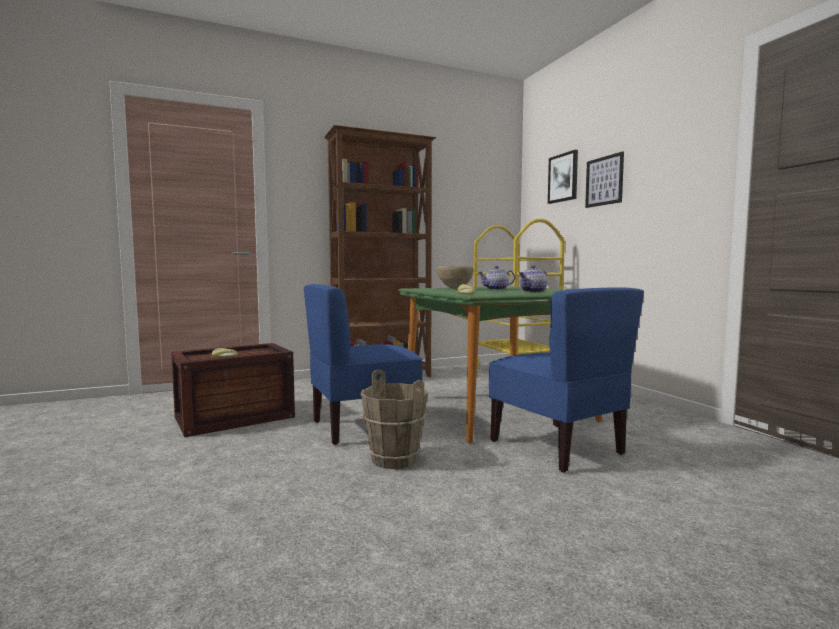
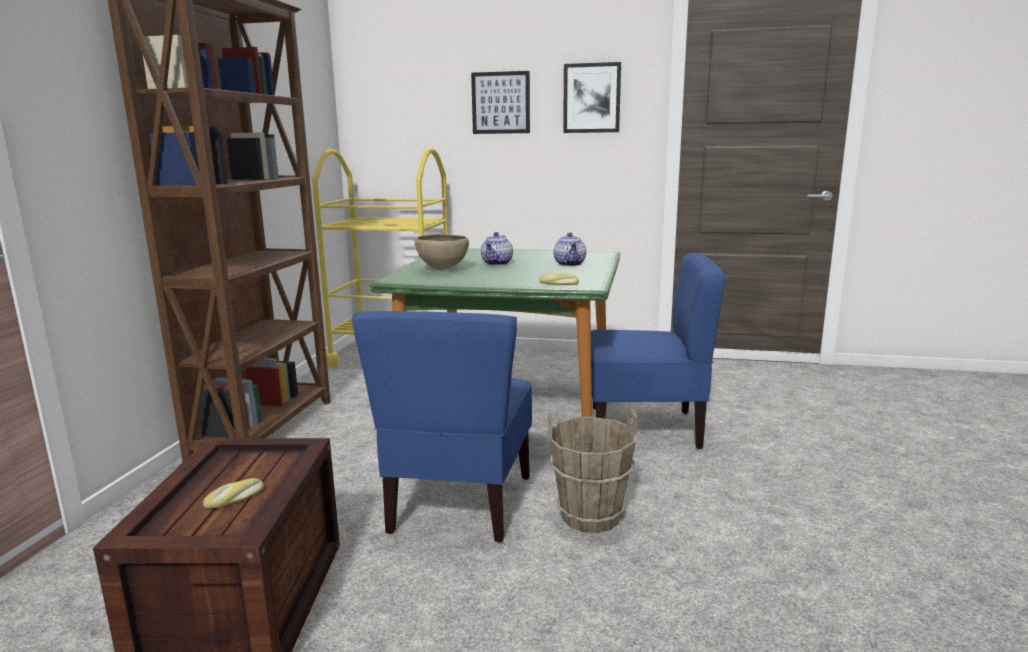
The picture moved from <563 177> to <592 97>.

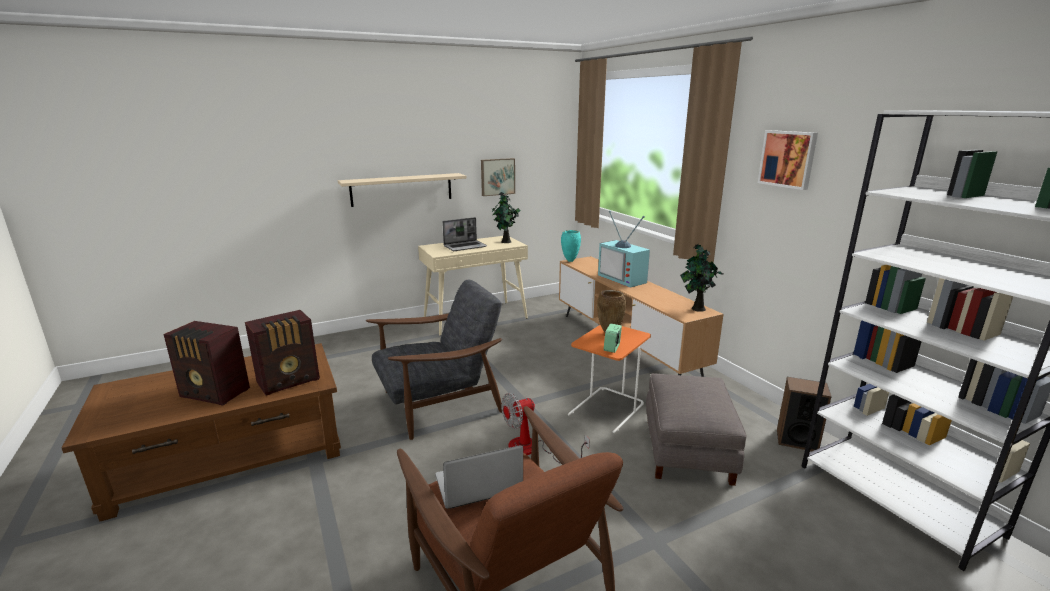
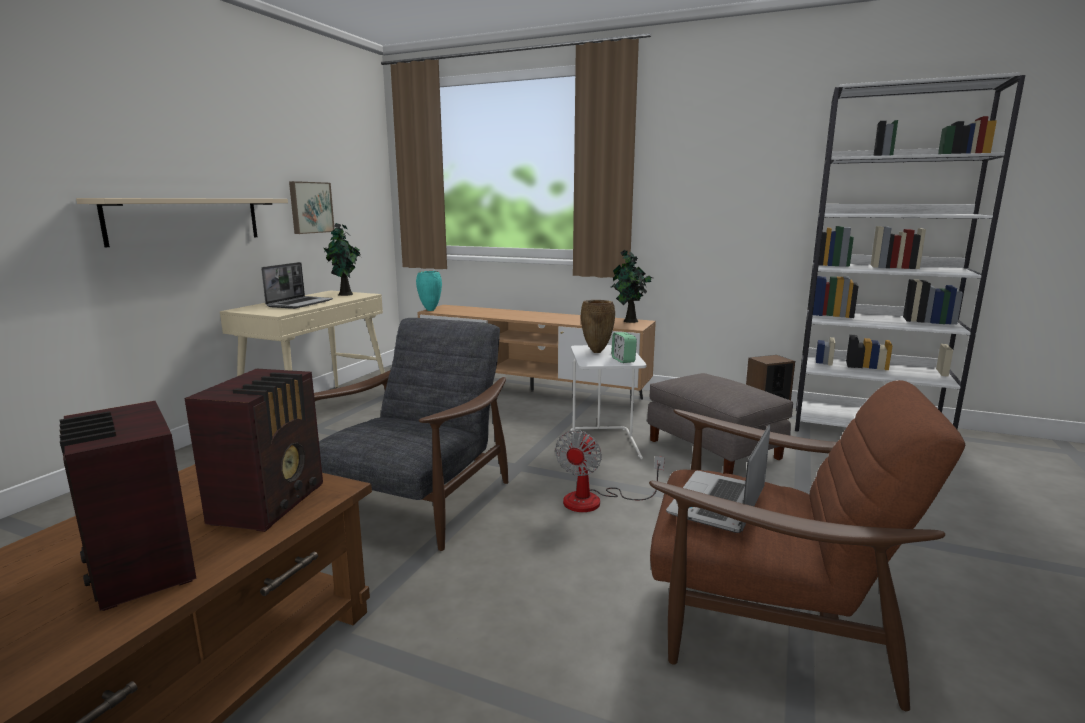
The radio at <206 363> turned 75 degrees clockwise.
The side table in orange at <609 379> became the side table in white at <608 402>.
The television at <624 249> disappeared.
The picture at <788 160> disappeared.

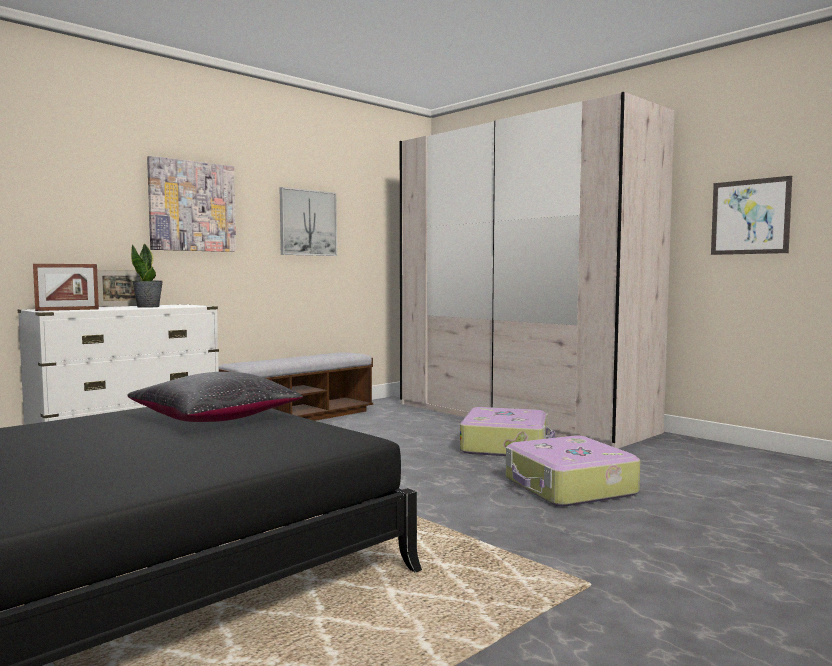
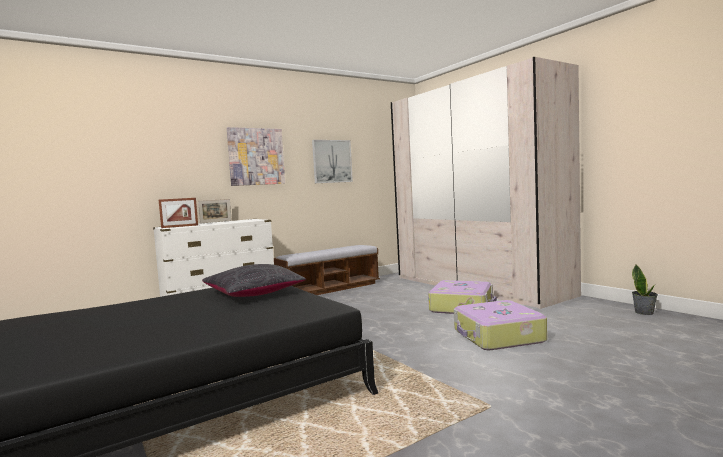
The potted plant moved from <147 275> to <645 290>.
The picture at <751 215> disappeared.

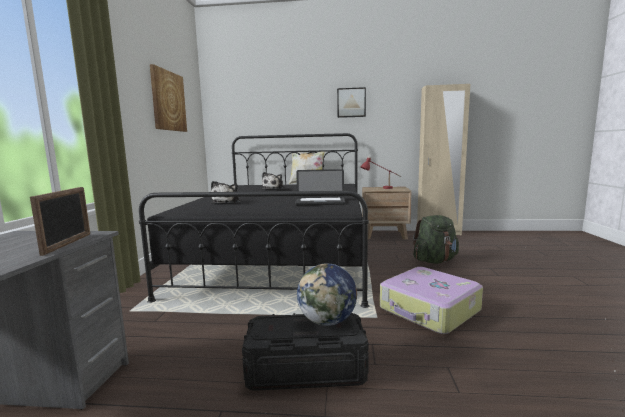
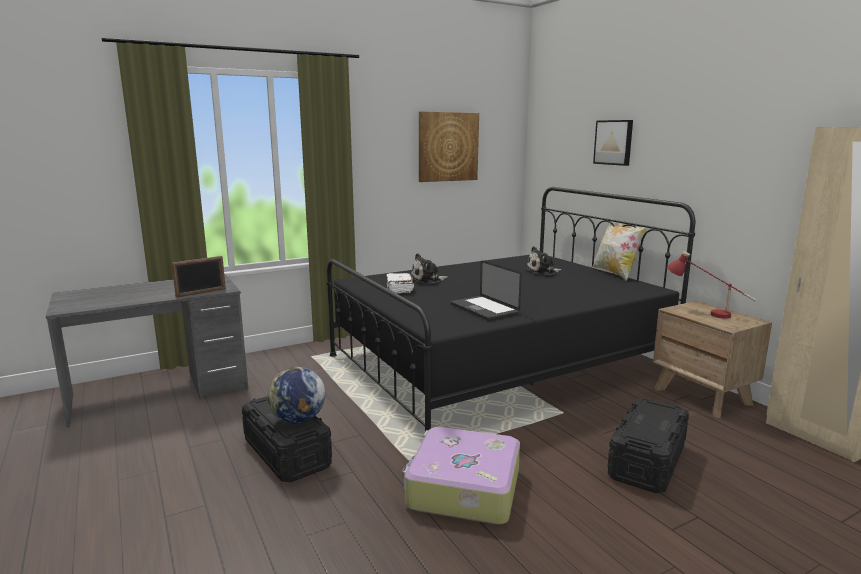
The book in white at <400 283> appeared.
The picture moved from <351 102> to <613 143>.
The backpack in green at <436 239> was replaced by the storage box in black at <648 445>.

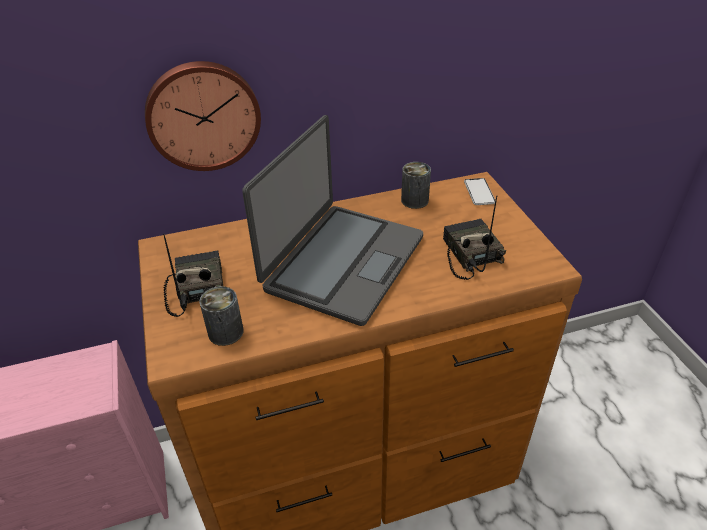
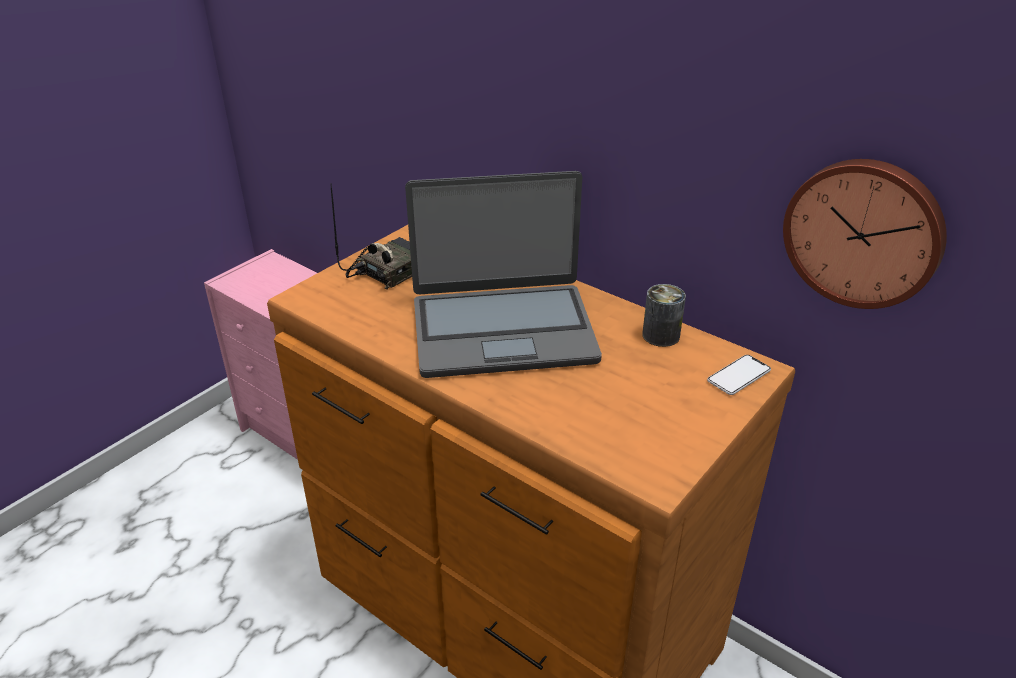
The wall clock moved from <203 116> to <865 234>.
The can at <221 316> disappeared.
The radio at <474 238> disappeared.

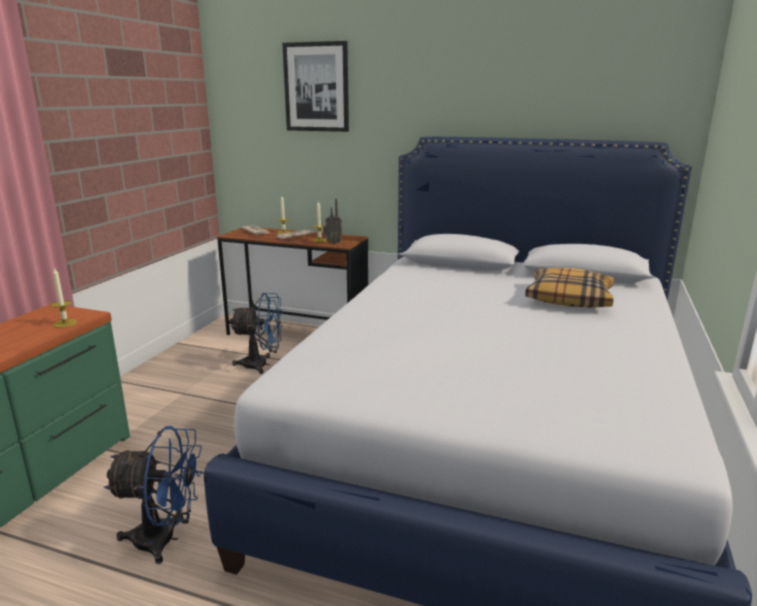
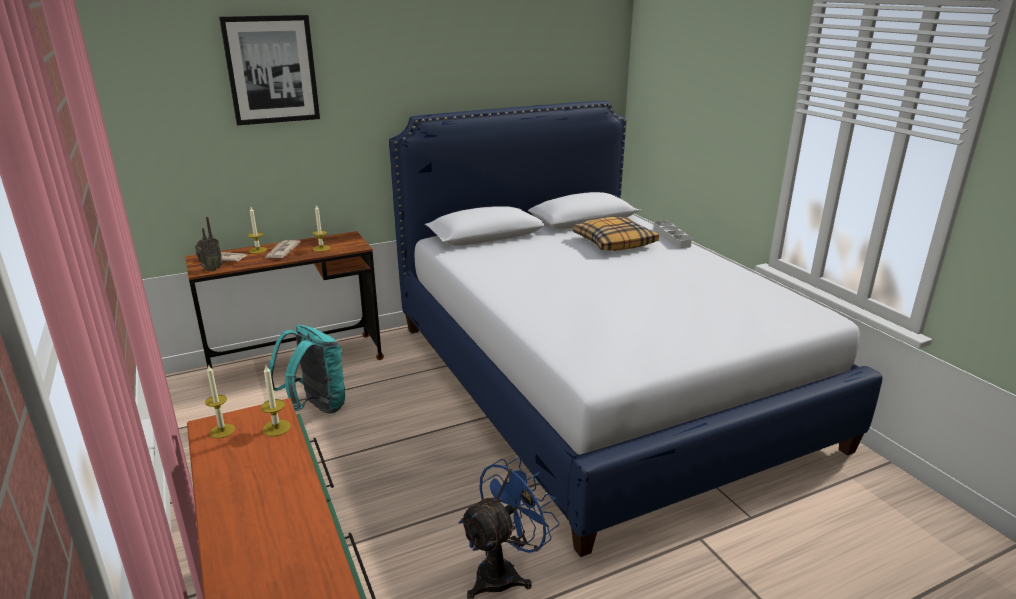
The radio moved from <332 221> to <209 244>.
The candle at <220 401> appeared.
The fan in blue at <256 333> was replaced by the backpack in turquoise at <307 369>.
The tray in grey at <673 234> appeared.

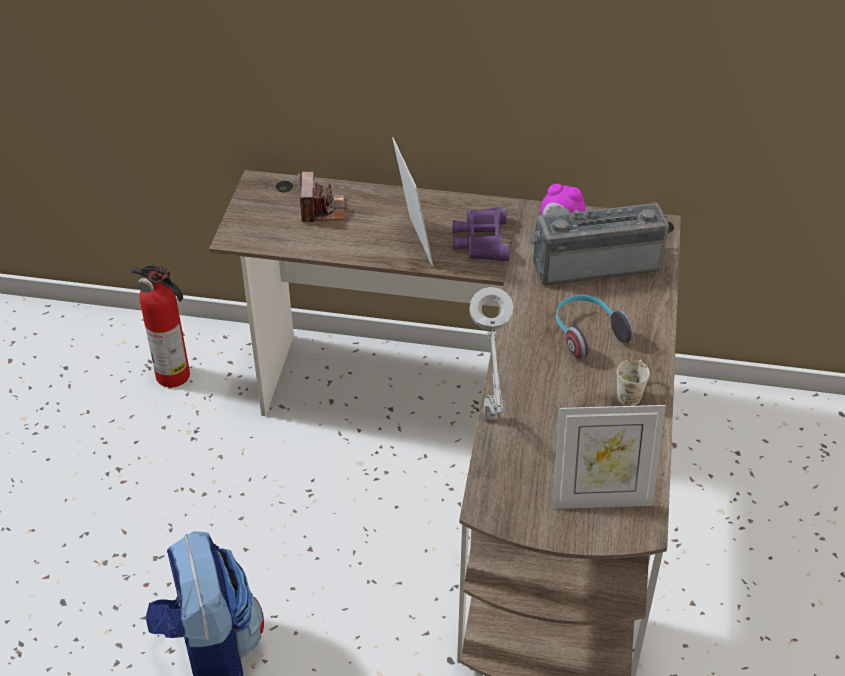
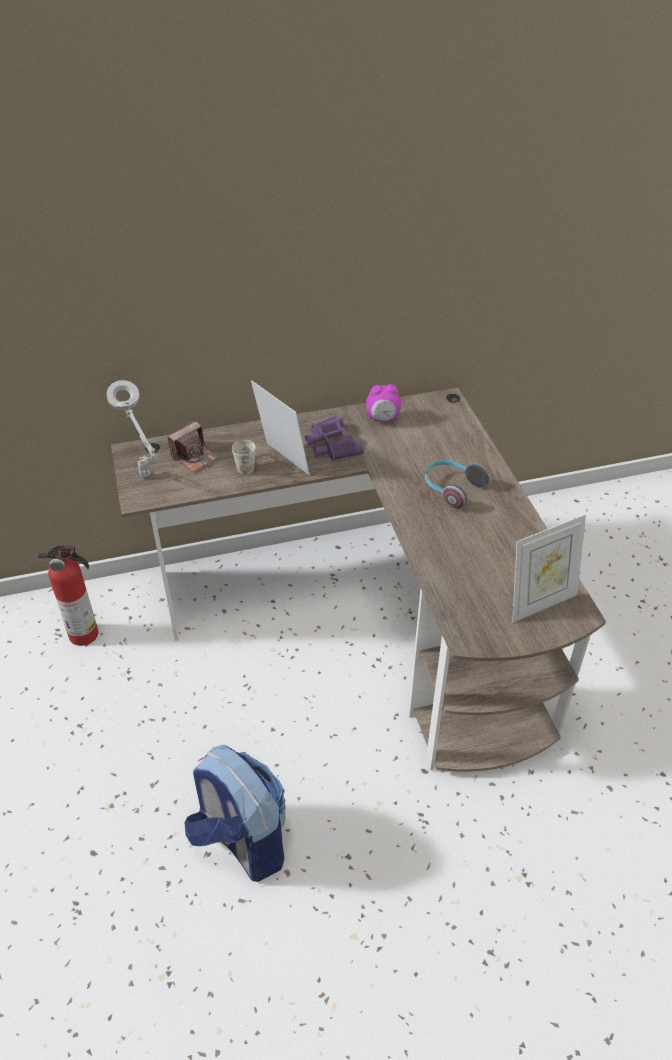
The table lamp in grey moved from <491 353> to <132 429>.
The photo camera at <321 198> turned 75 degrees clockwise.
The mug in white moved from <633 382> to <244 457>.
The radio at <599 243> disappeared.

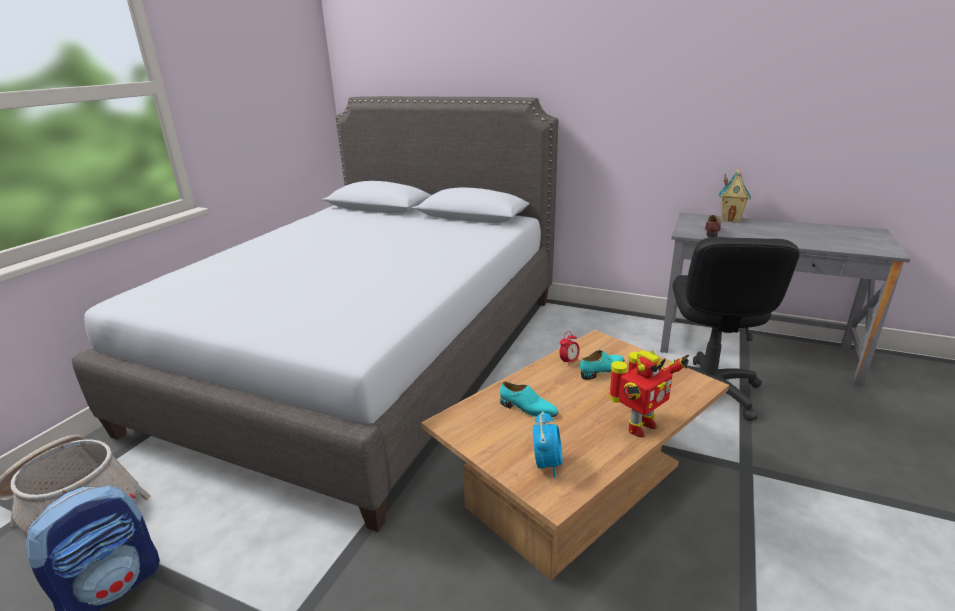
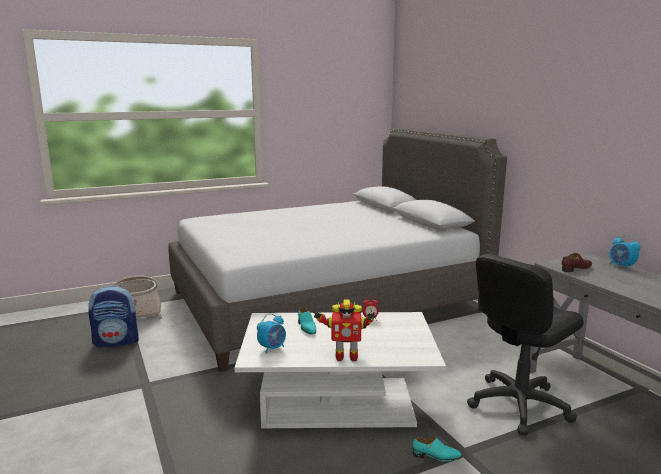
The coffee table in brown at <575 455> became the coffee table in white at <340 370>.
The shoe in turquoise moved from <602 365> to <437 449>.
The toy house at <734 196> was replaced by the alarm clock at <625 252>.

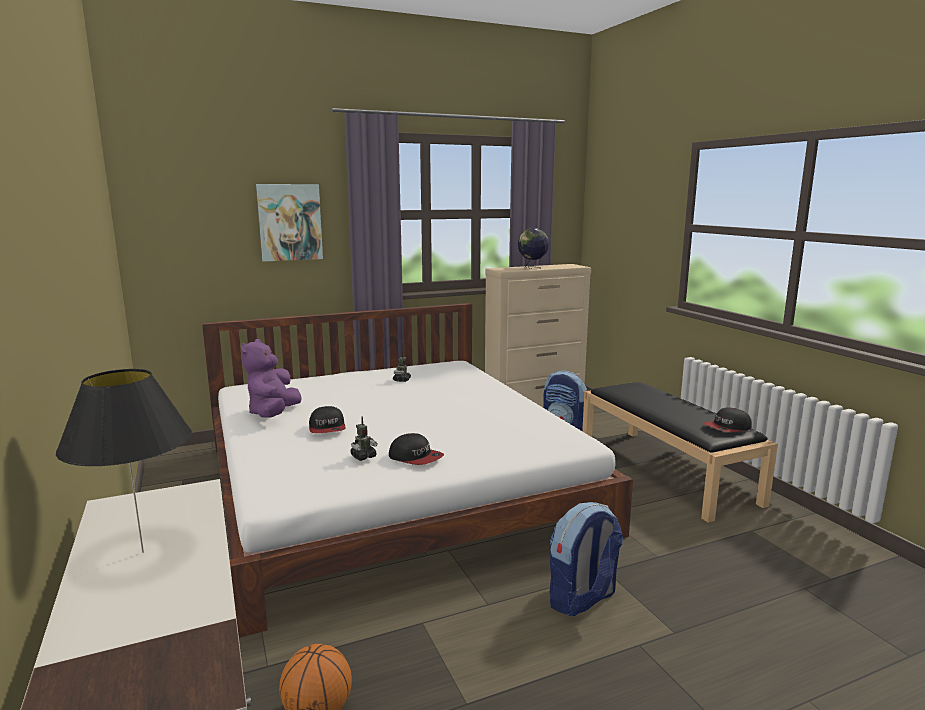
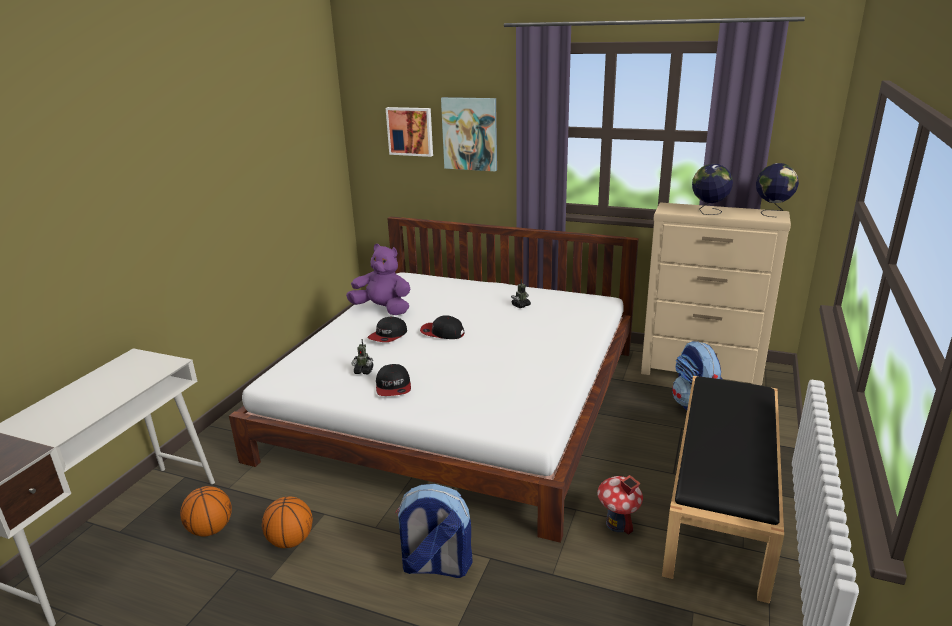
The basketball at <287 522> appeared.
The plush toy in purple at <271 378> turned 60 degrees clockwise.
The picture at <409 132> appeared.
The cap moved from <727 419> to <442 327>.
The toy house at <620 505> appeared.
The globe at <777 190> appeared.
The table lamp in black at <124 461> disappeared.

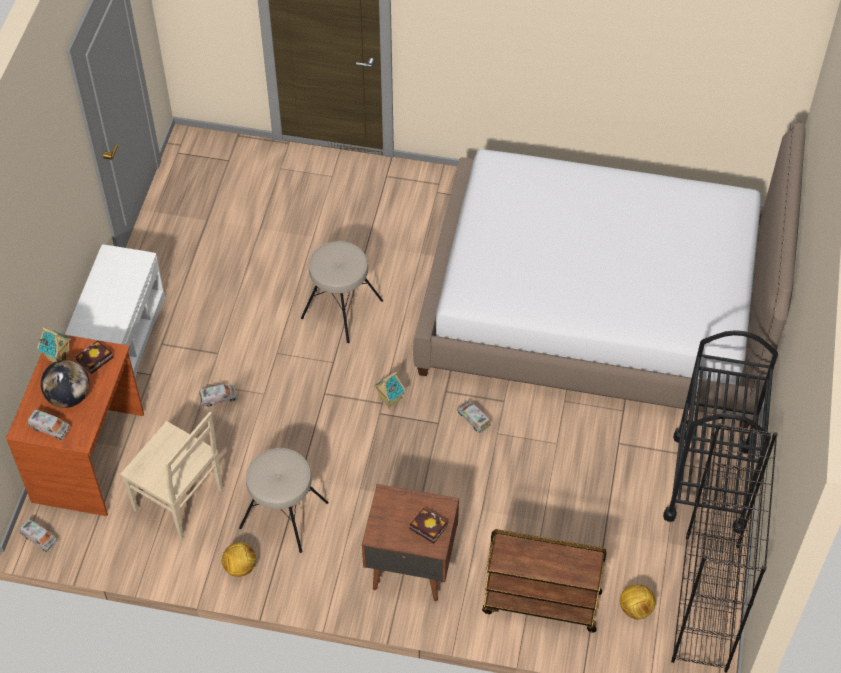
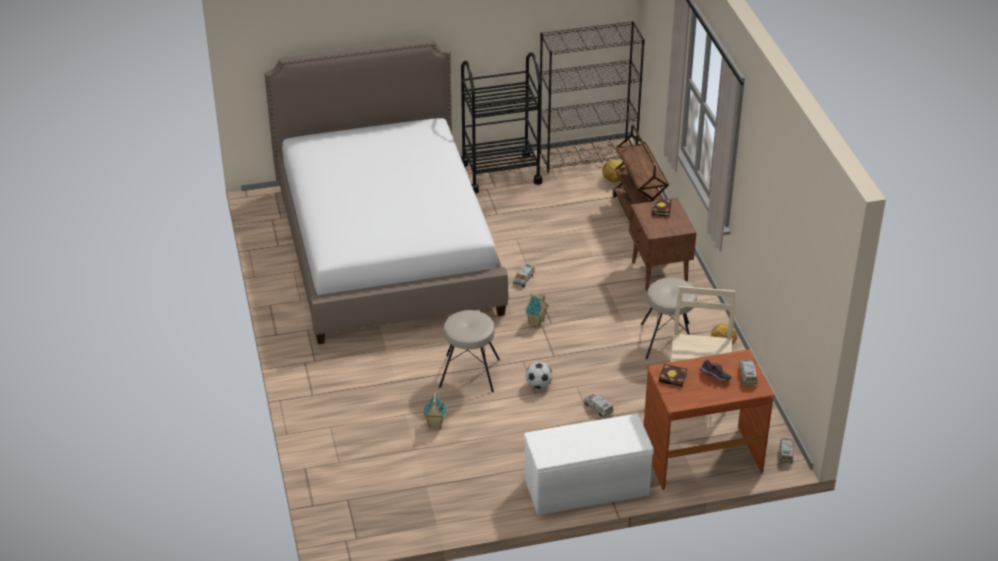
The toy house moved from <54 344> to <435 410>.
The football at <539 375> appeared.
The globe at <65 384> was replaced by the shoe at <716 371>.

